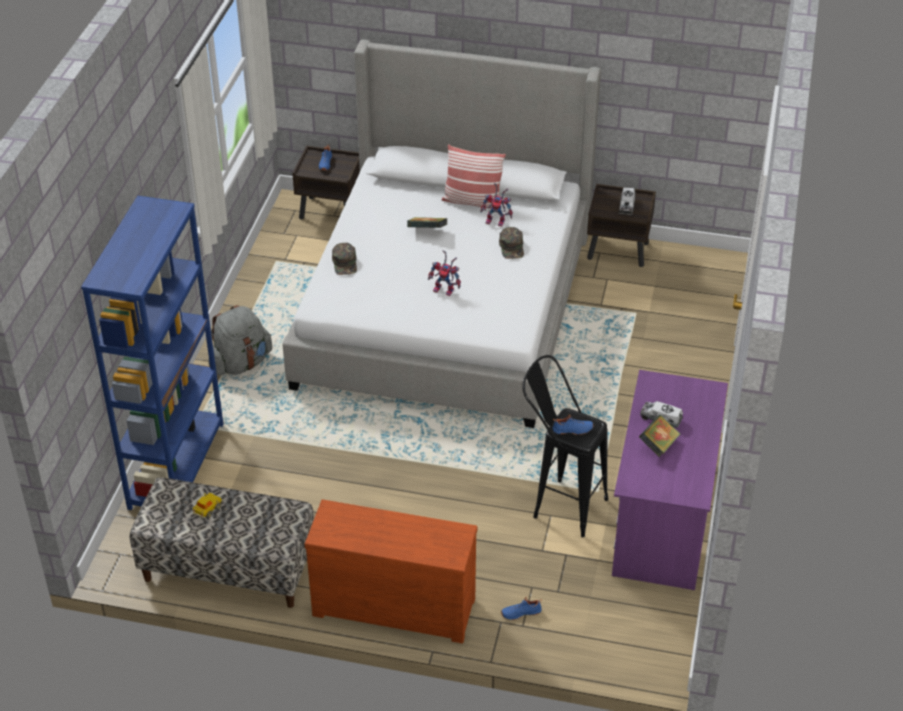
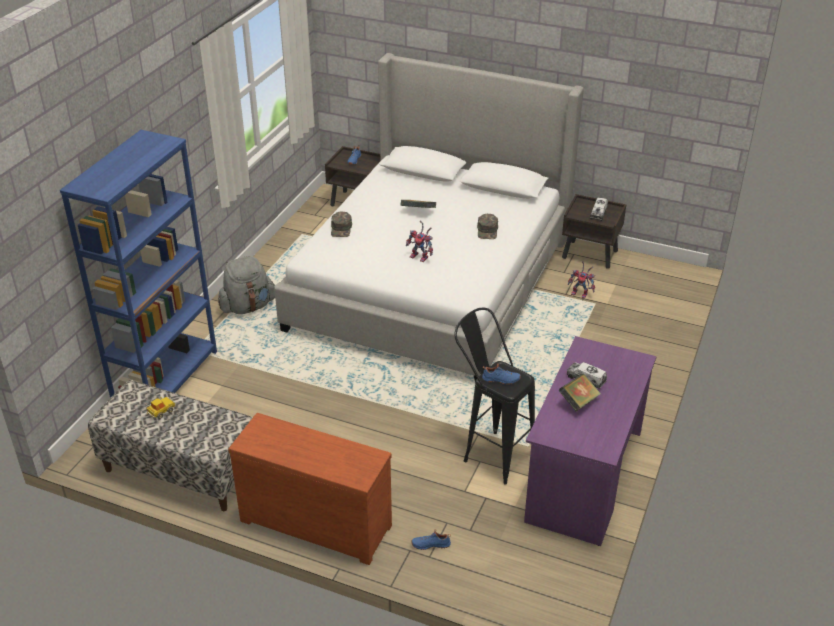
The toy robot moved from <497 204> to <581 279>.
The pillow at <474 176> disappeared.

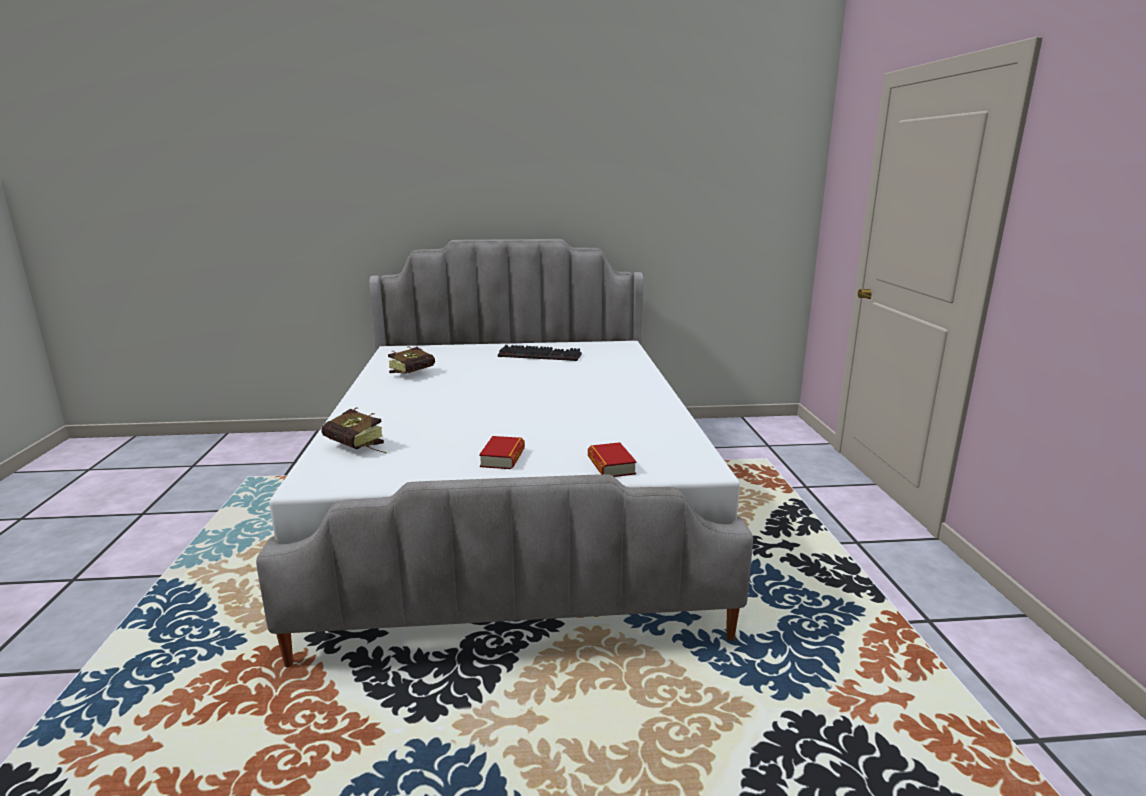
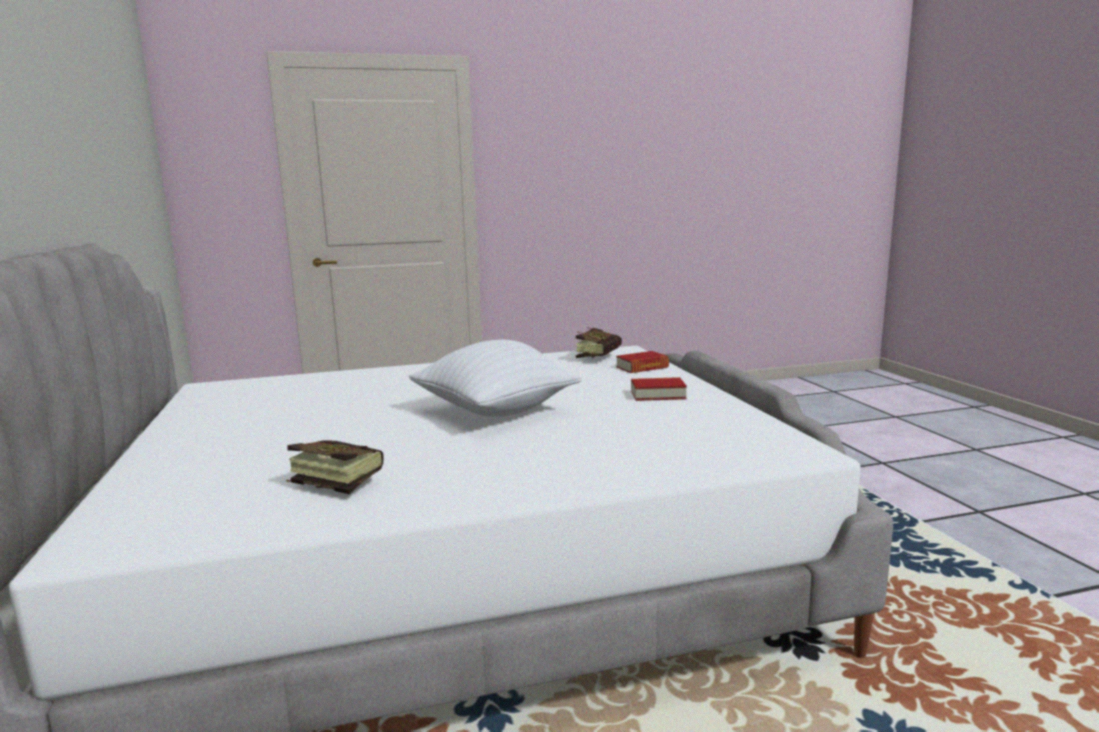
The pillow in white at <495 378> appeared.
The book moved from <354 430> to <599 342>.
The keyboard at <539 353> disappeared.

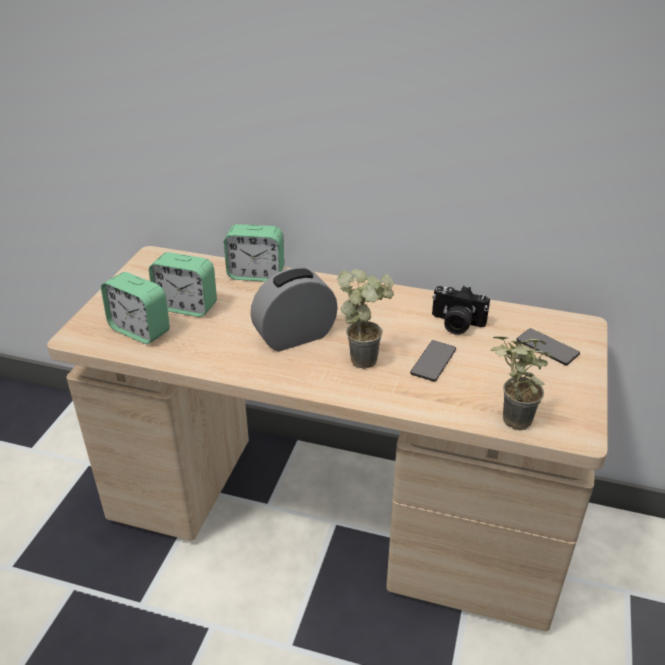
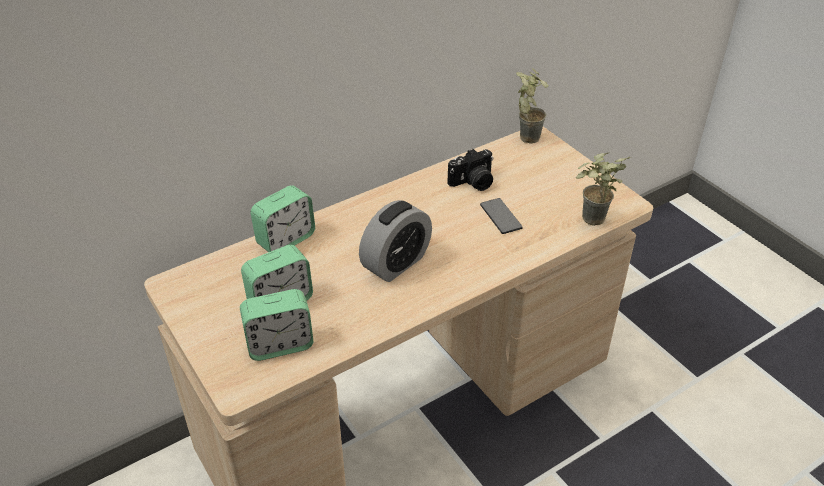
The alarm clock at <294 310> turned 150 degrees counterclockwise.
The potted plant moved from <365 319> to <532 106>.
The phone at <548 346> disappeared.

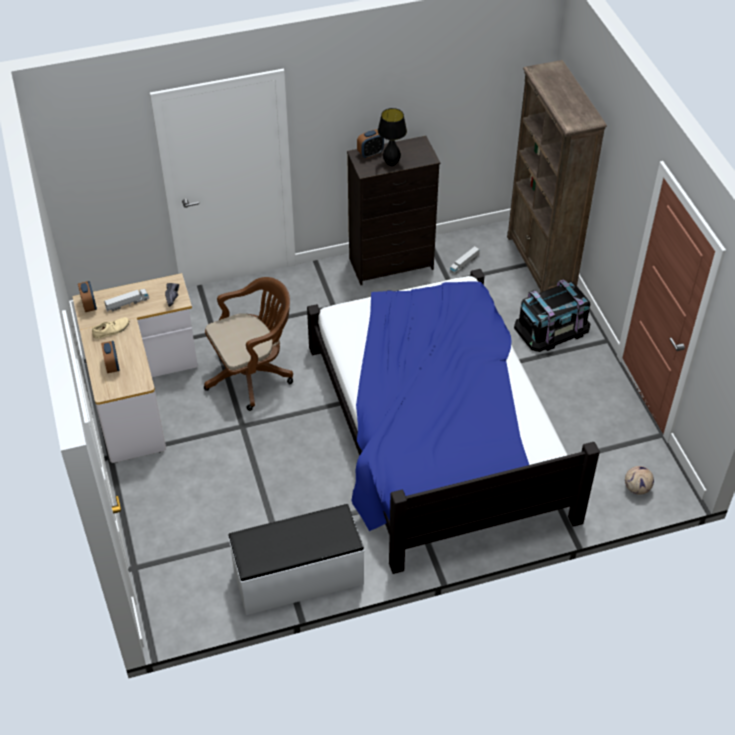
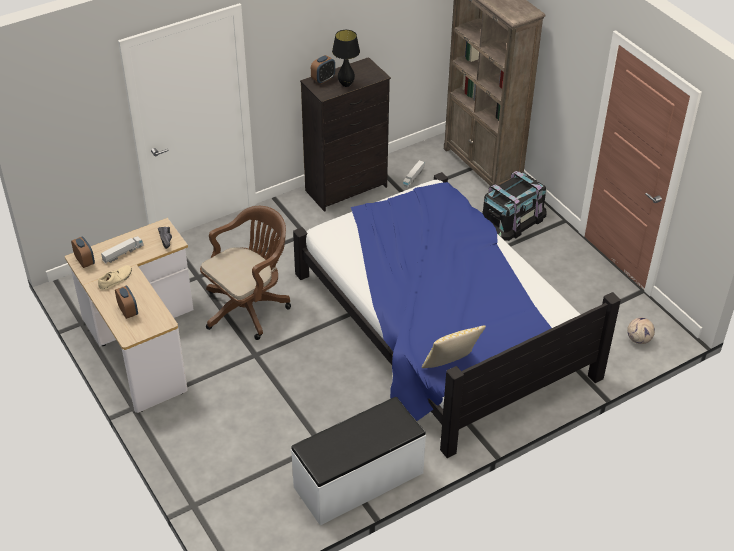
The pillow at <454 346> appeared.

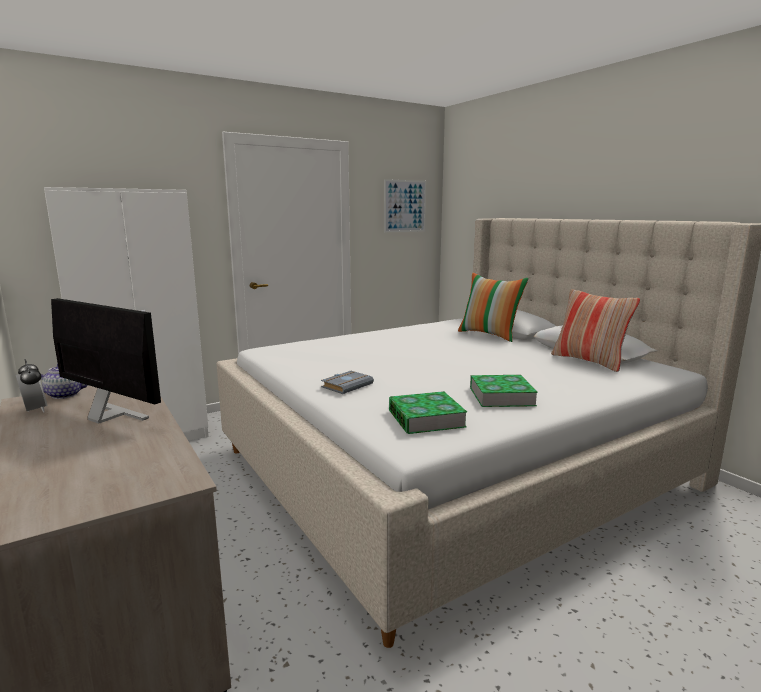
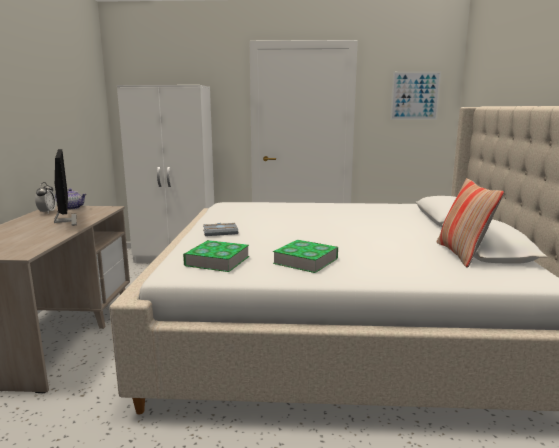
The pillow at <493 307> disappeared.

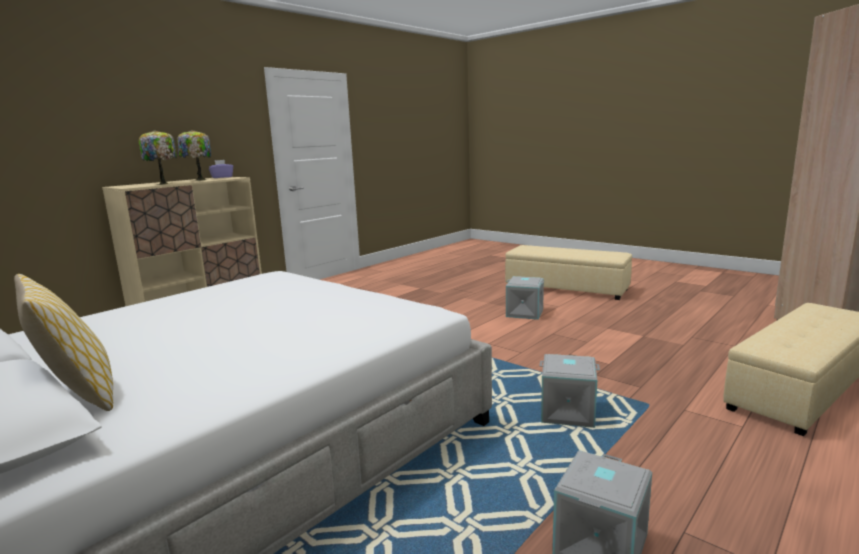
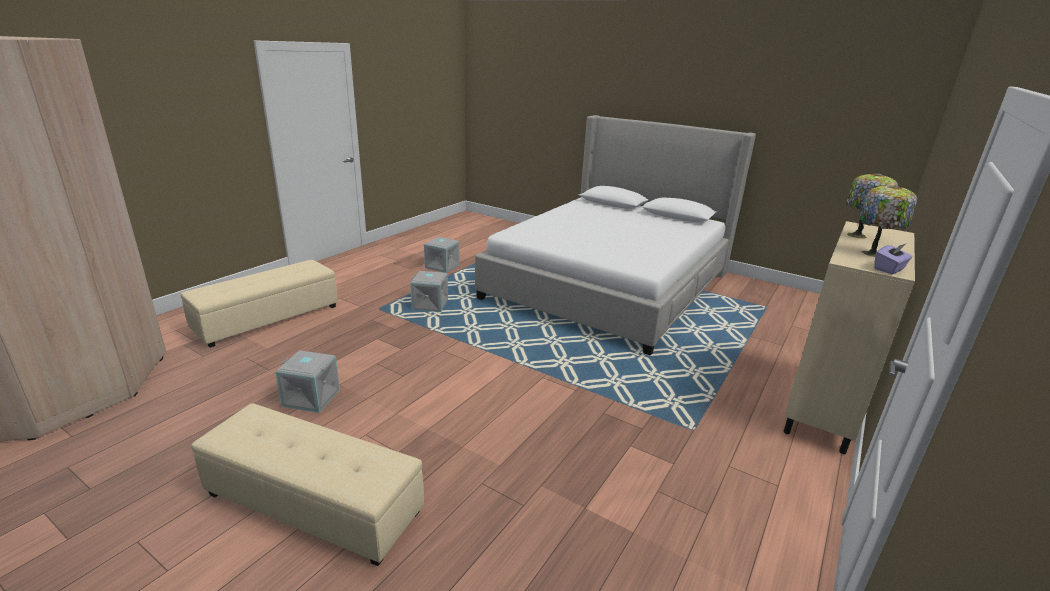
The storage box in grey moved from <525 298> to <307 381>.
The pillow at <63 342> disappeared.

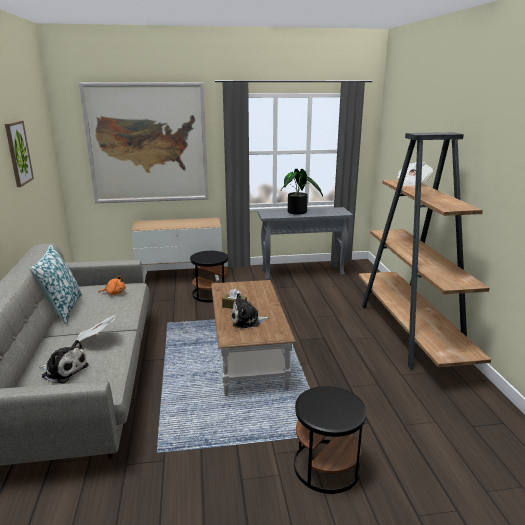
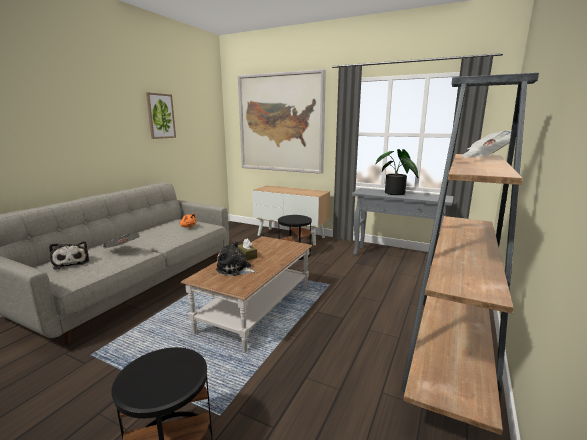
The pillow at <55 284> disappeared.

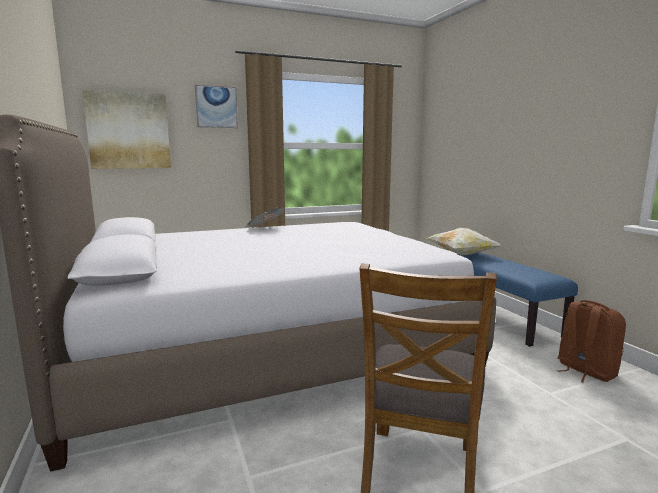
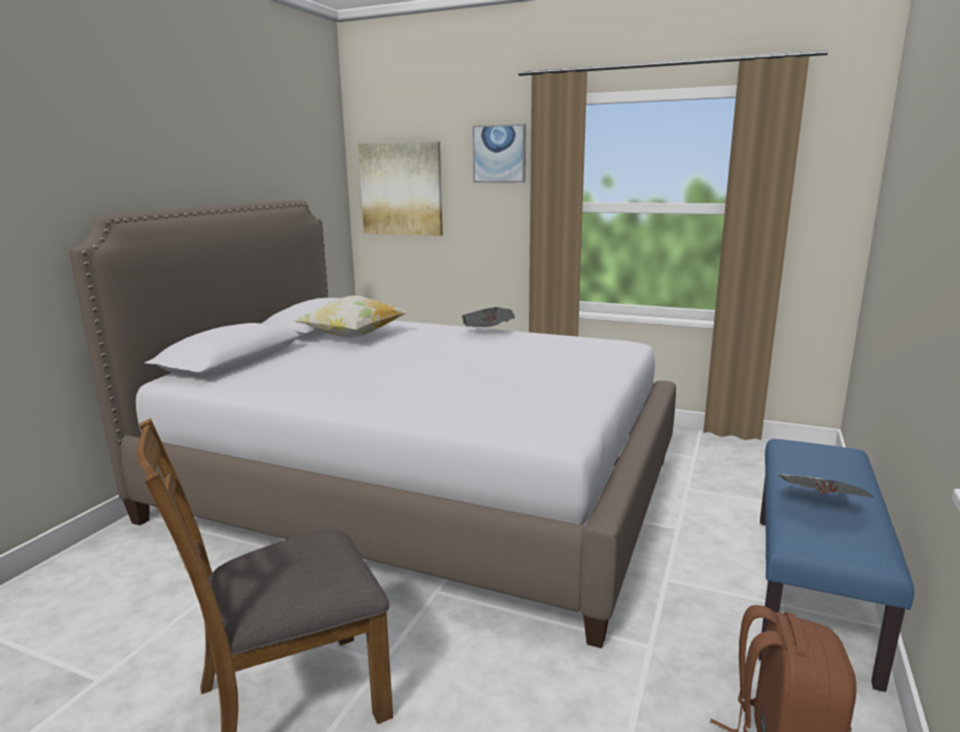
The pillow moved from <465 241> to <351 316>.
The newspaper at <825 485> appeared.

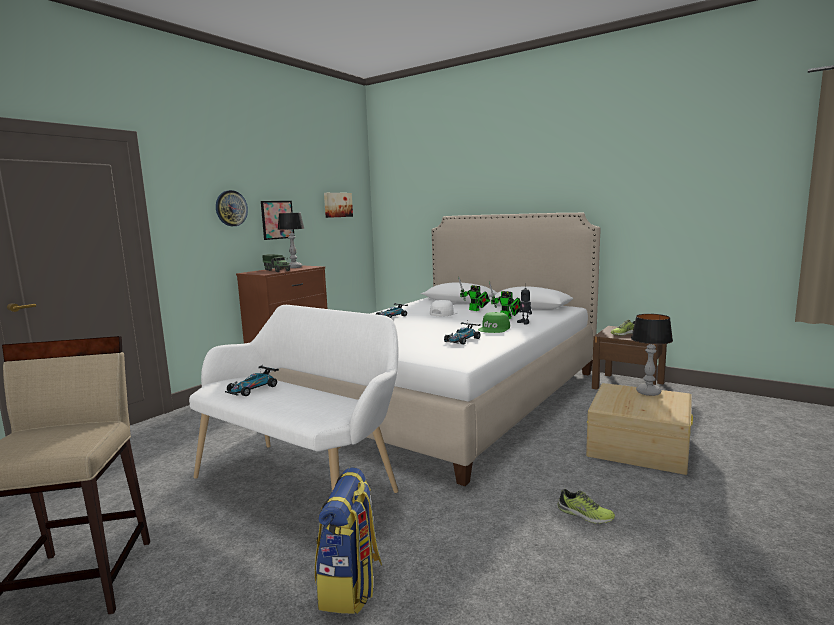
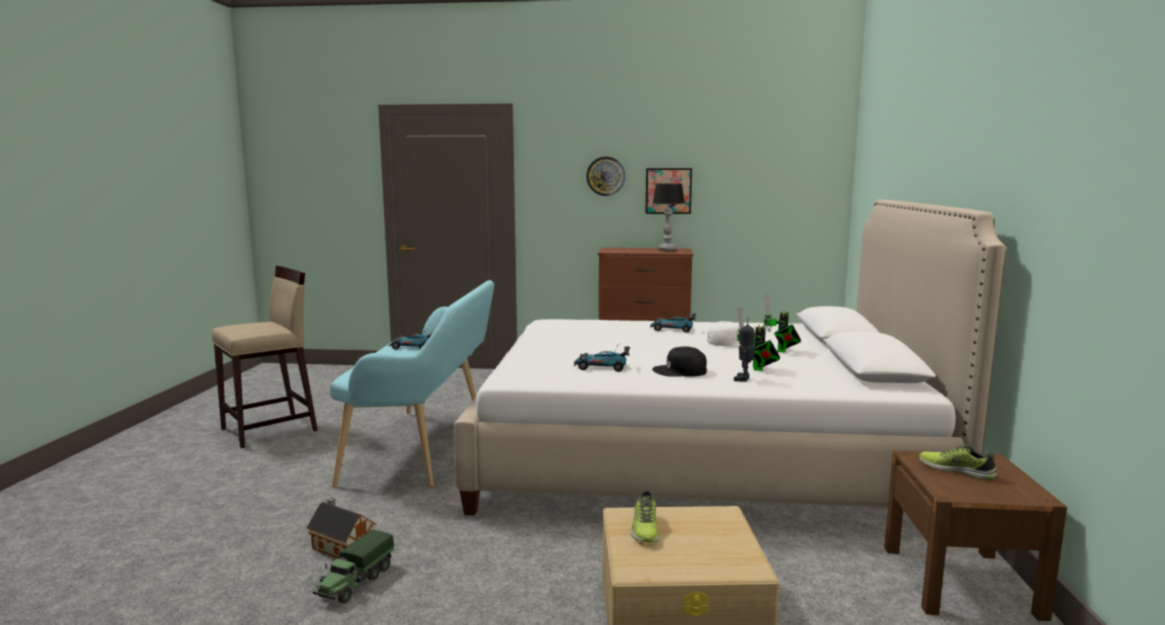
The toy house at <341 528> appeared.
The toy truck moved from <277 263> to <353 567>.
The bench in white at <293 399> became the bench in turquoise at <412 384>.
The shoe moved from <586 506> to <645 516>.
The cap in green at <494 322> became the cap in black at <679 362>.
The backpack at <348 541> disappeared.
The picture at <338 205> disappeared.
The table lamp at <652 355> disappeared.

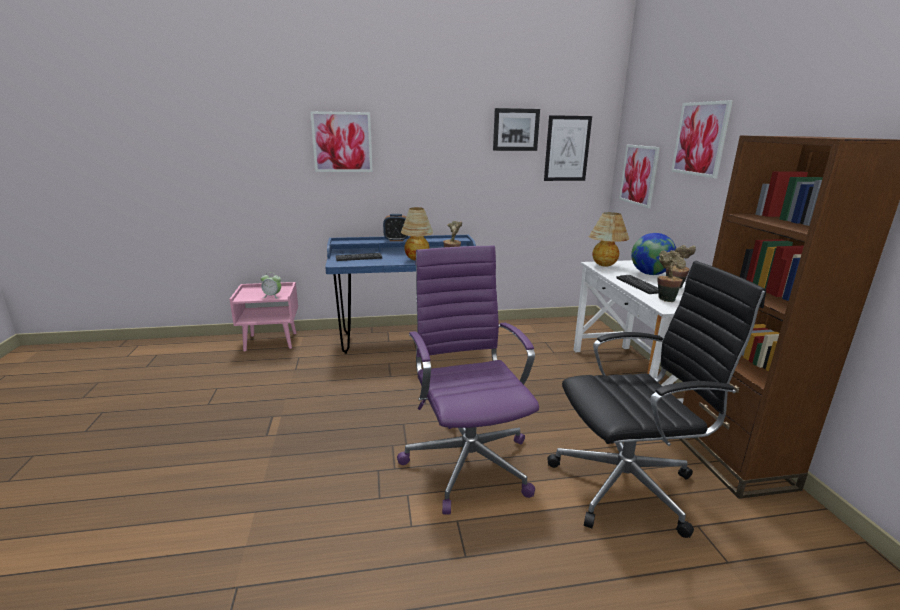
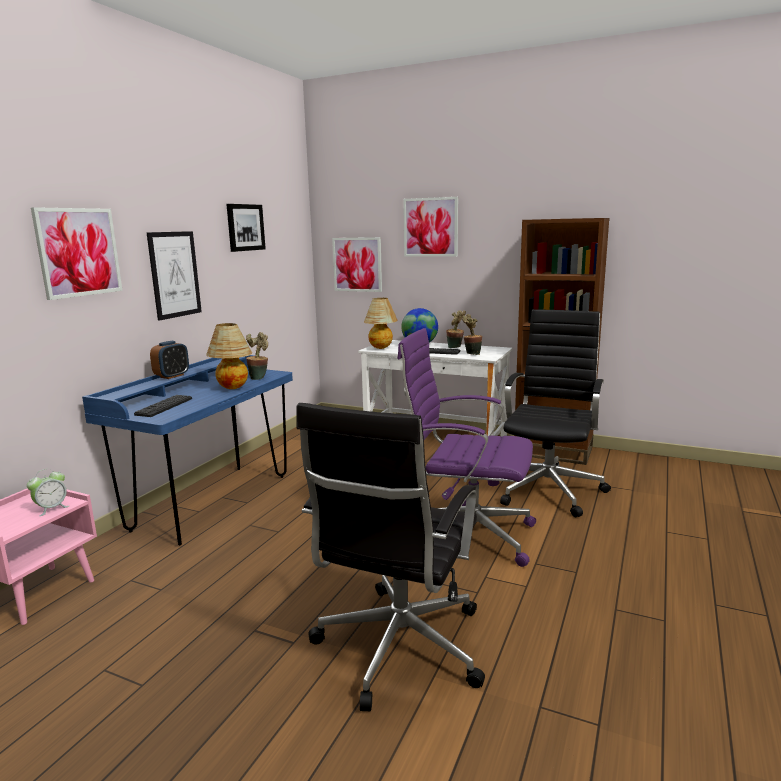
The picture moved from <568 148> to <174 276>.
The office chair in black at <390 557> appeared.

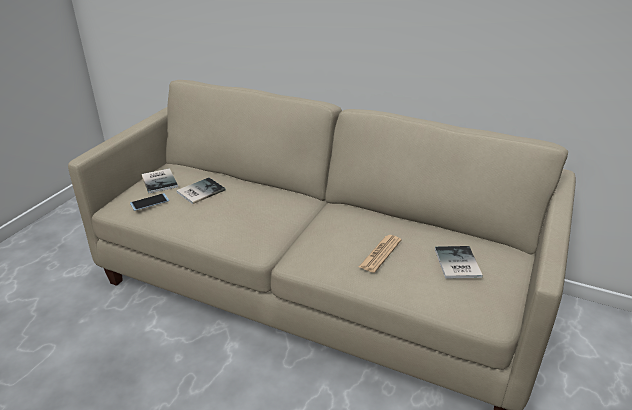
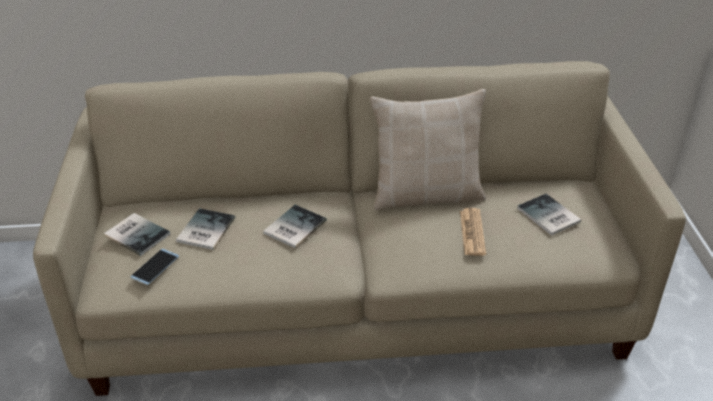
The book at <294 226> appeared.
The pillow in beige at <428 149> appeared.

